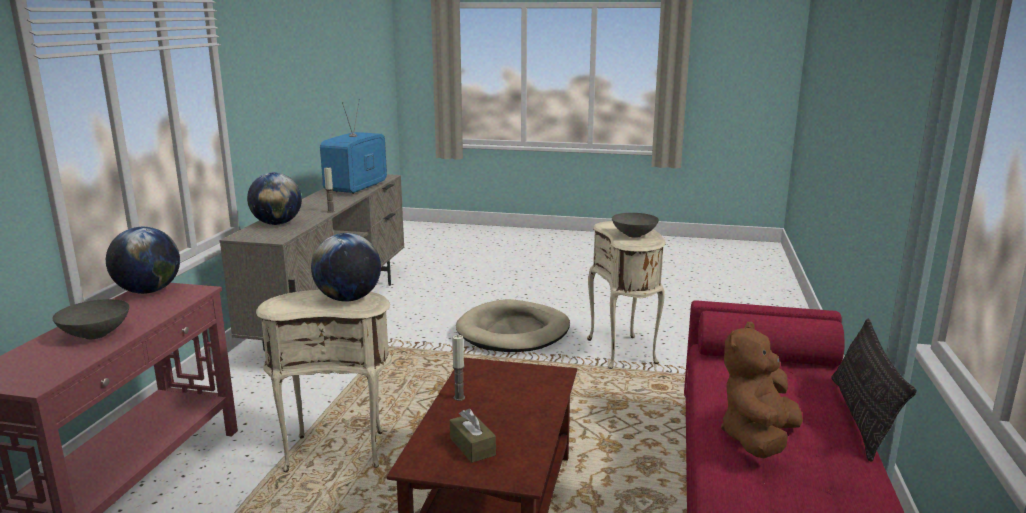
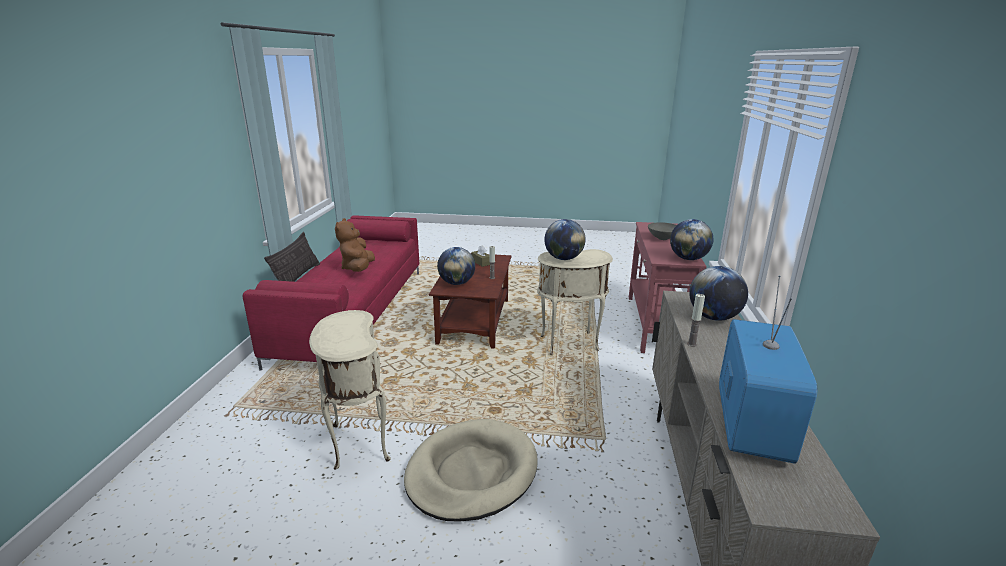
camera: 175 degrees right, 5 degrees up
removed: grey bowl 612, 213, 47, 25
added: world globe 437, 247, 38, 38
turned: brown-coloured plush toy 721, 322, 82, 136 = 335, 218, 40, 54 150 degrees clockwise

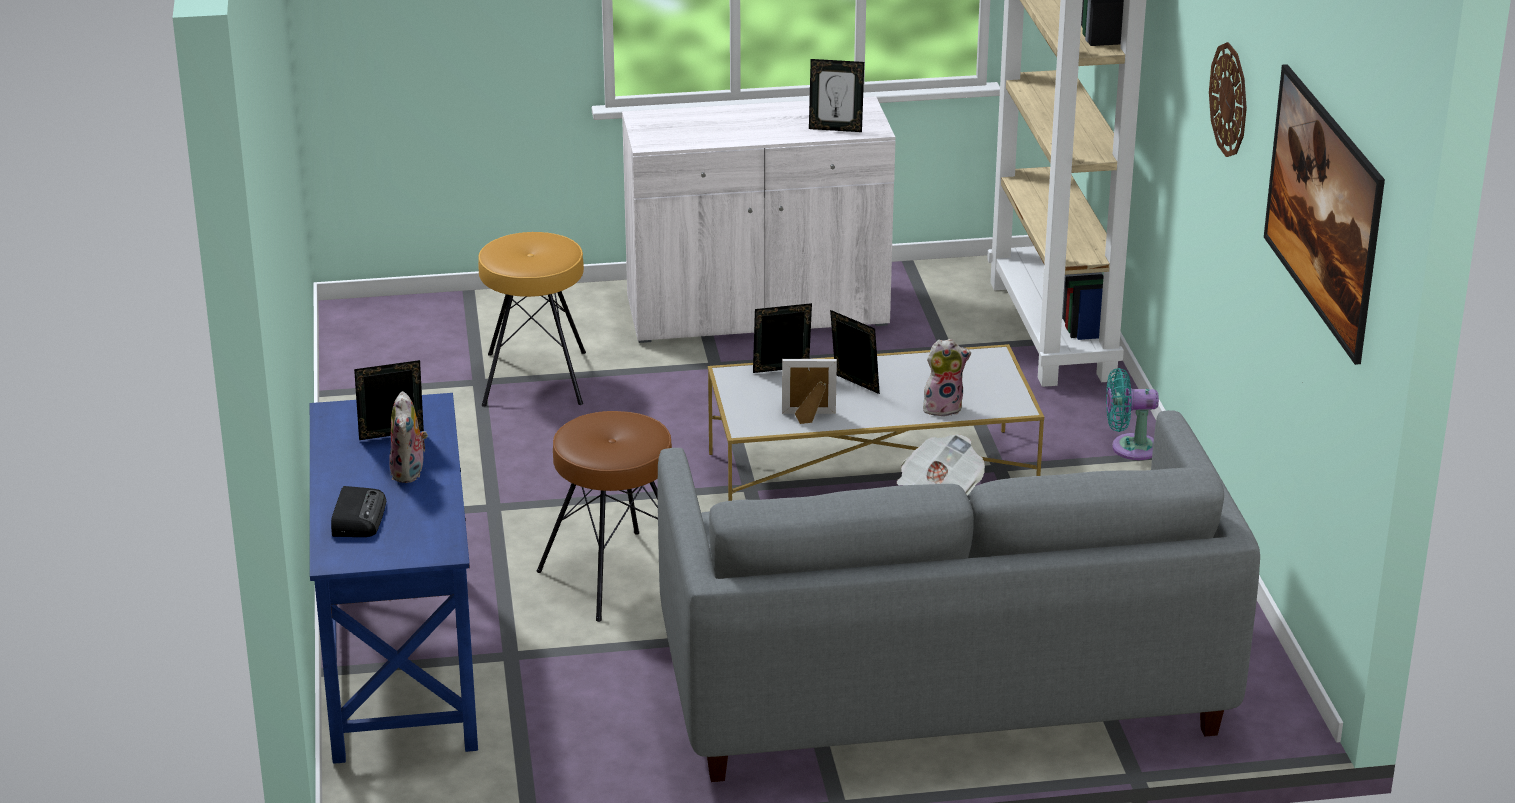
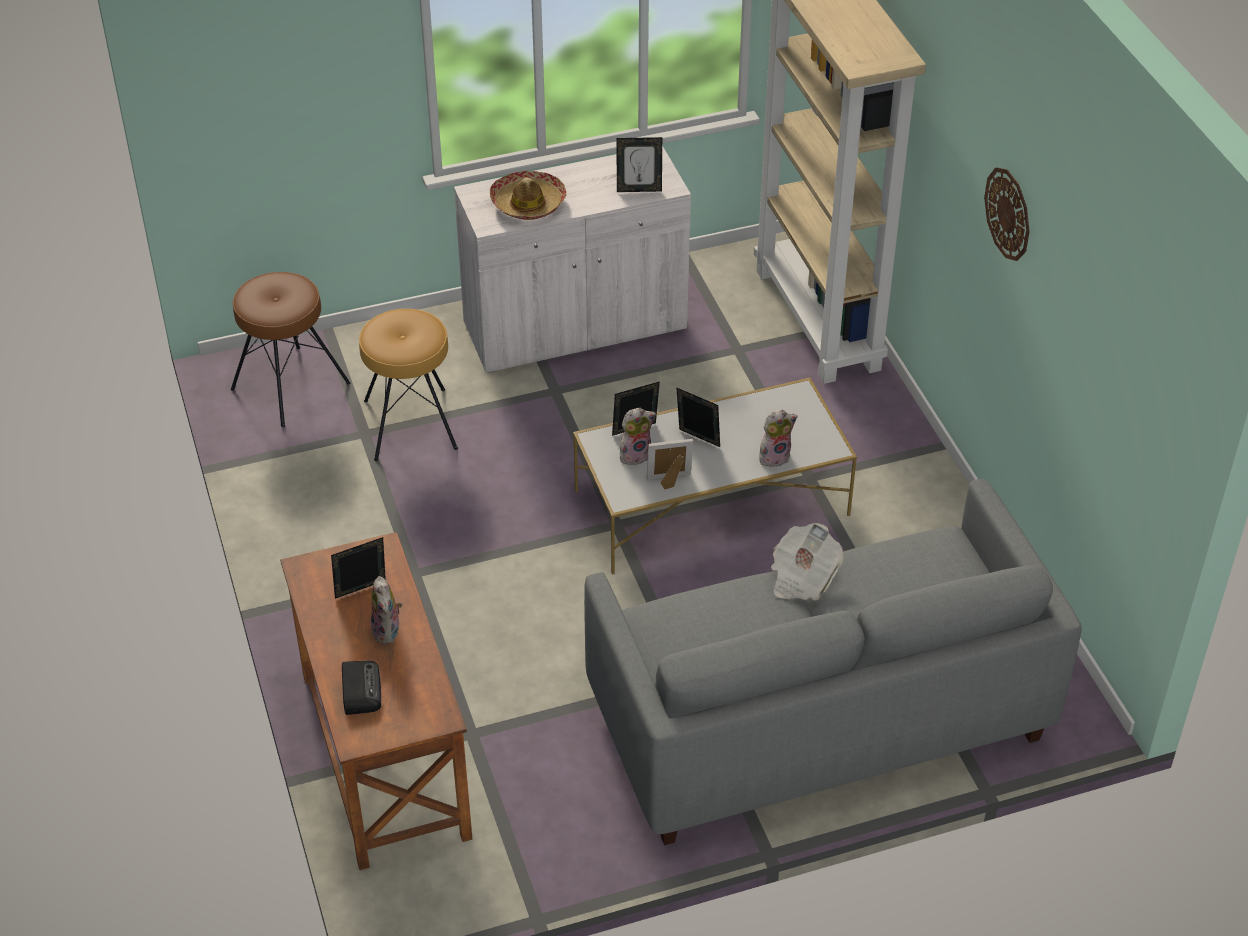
camera: 10 degrees left, 15 degrees up
removed: wall picture 1264, 64, 121, 301; blue-green electric fan 1106, 368, 53, 92
added: clothing hat 490, 171, 77, 49; plush toy 620, 408, 36, 58
moved: brown-coloured sitting stool 537, 411, 135, 211 to 231, 272, 119, 155
recoloured: bluish desk table 310, 393, 168, 371 to brown-coloured desk table 280, 532, 192, 338

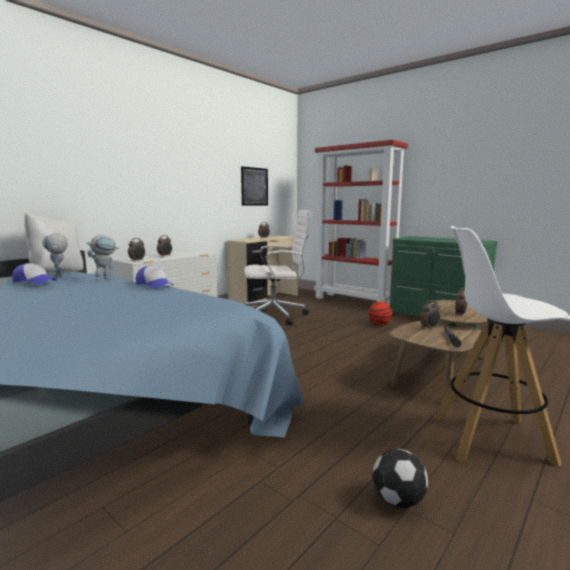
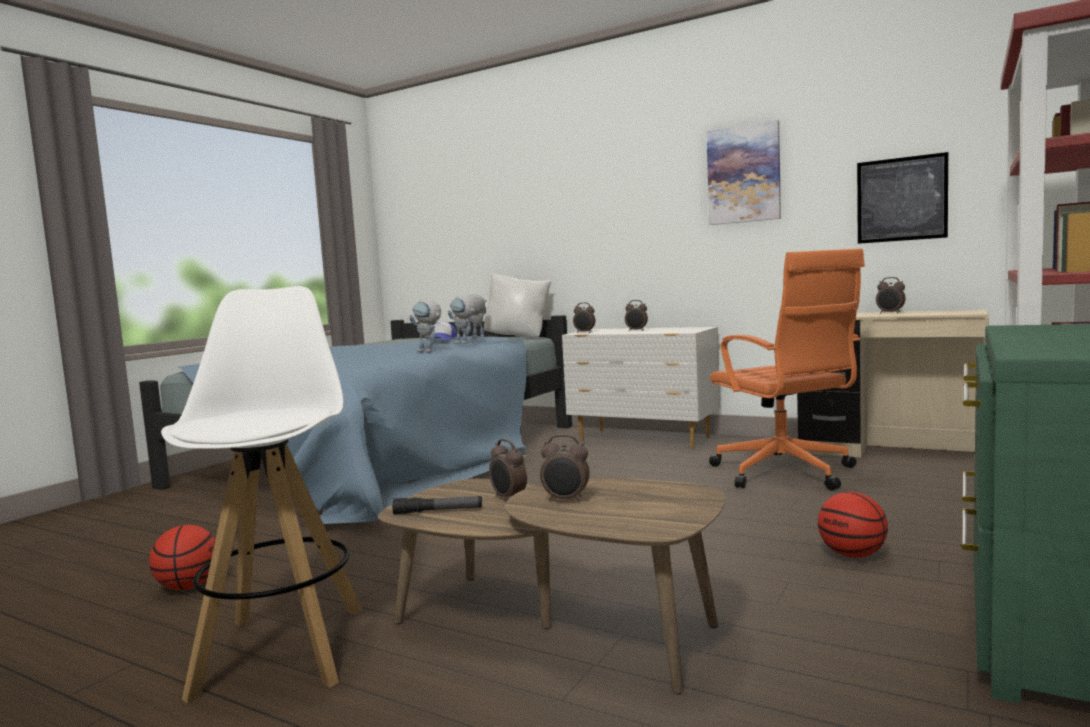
camera: 80 degrees right, 5 degrees down
added: wall picture 706, 120, 75, 105
replaced: cap 136, 266, 38, 23 to model robot 409, 299, 32, 53; football 372, 449, 56, 59 to basketball 149, 525, 67, 65
recoloured: whitish desk chair 244, 210, 67, 115 to orange-coloured desk chair 709, 249, 156, 241

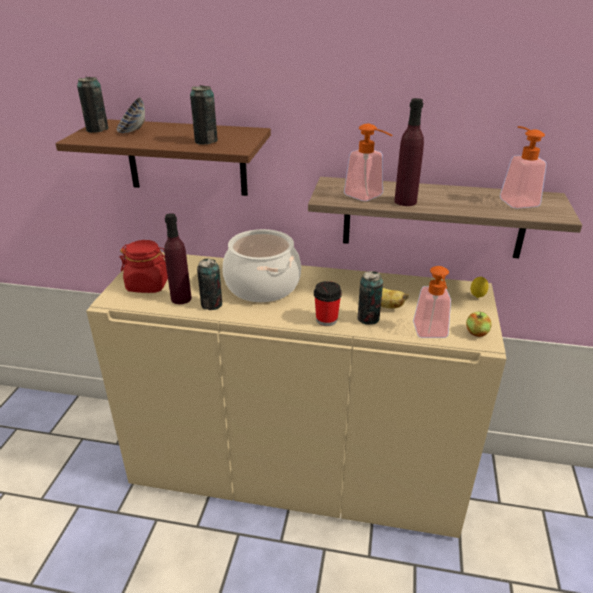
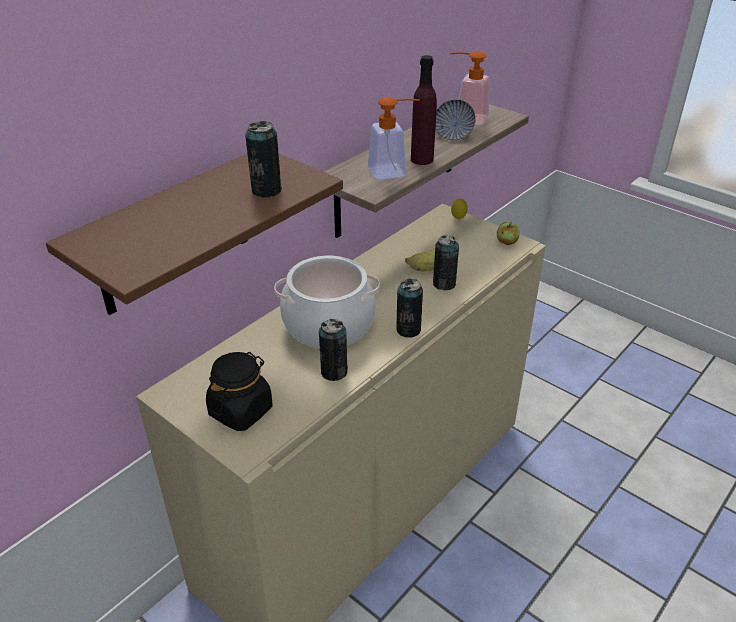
camera: 60 degrees left, 5 degrees up
removed: purple-coloured beverage bottle 164, 213, 28, 91; soap dispenser 413, 266, 38, 72; cup 314, 281, 28, 45
moved: can 77, 77, 31, 56 to 396, 279, 27, 59; bowl 117, 97, 28, 36 to 435, 99, 41, 41
recoloured: red storage jar 120, 240, 48, 53 to blackish storage jar 206, 352, 67, 79

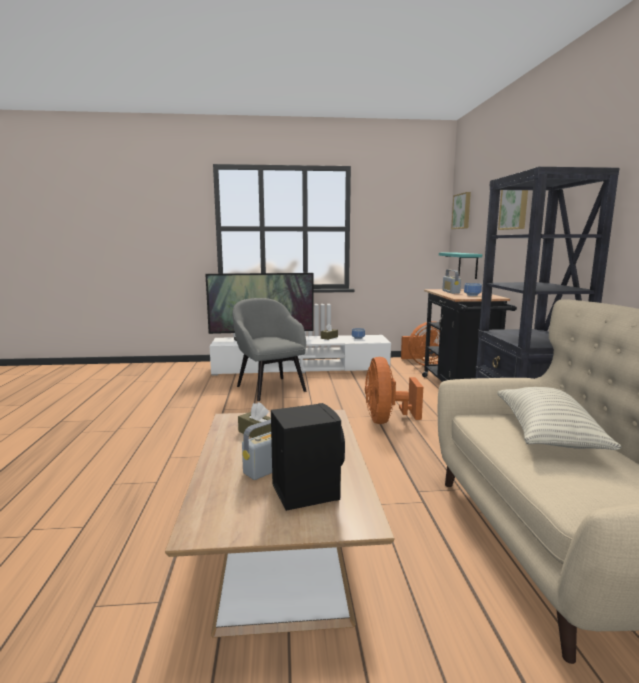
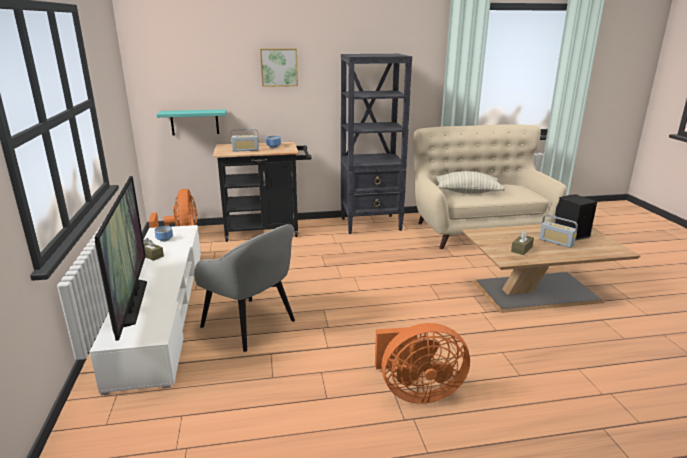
camera: 95 degrees left, 10 degrees up
removed: wall picture 451, 192, 20, 37
moved: orange-coloured electric fan 365, 357, 58, 67 to 375, 323, 95, 81
turned: grey armchair 232, 298, 74, 103 = 194, 224, 101, 128 105 degrees counterclockwise

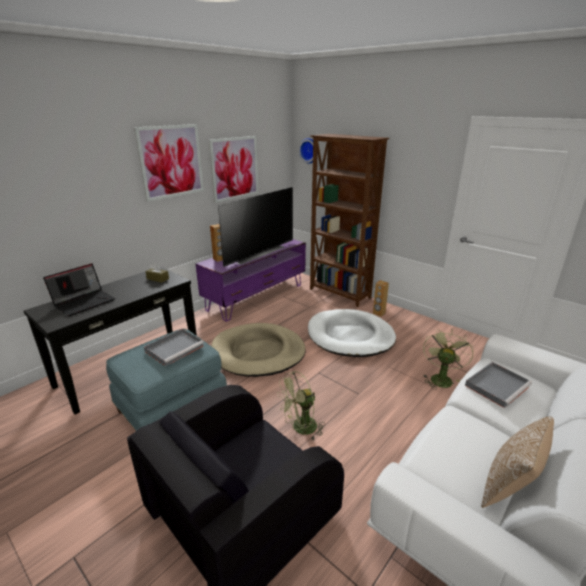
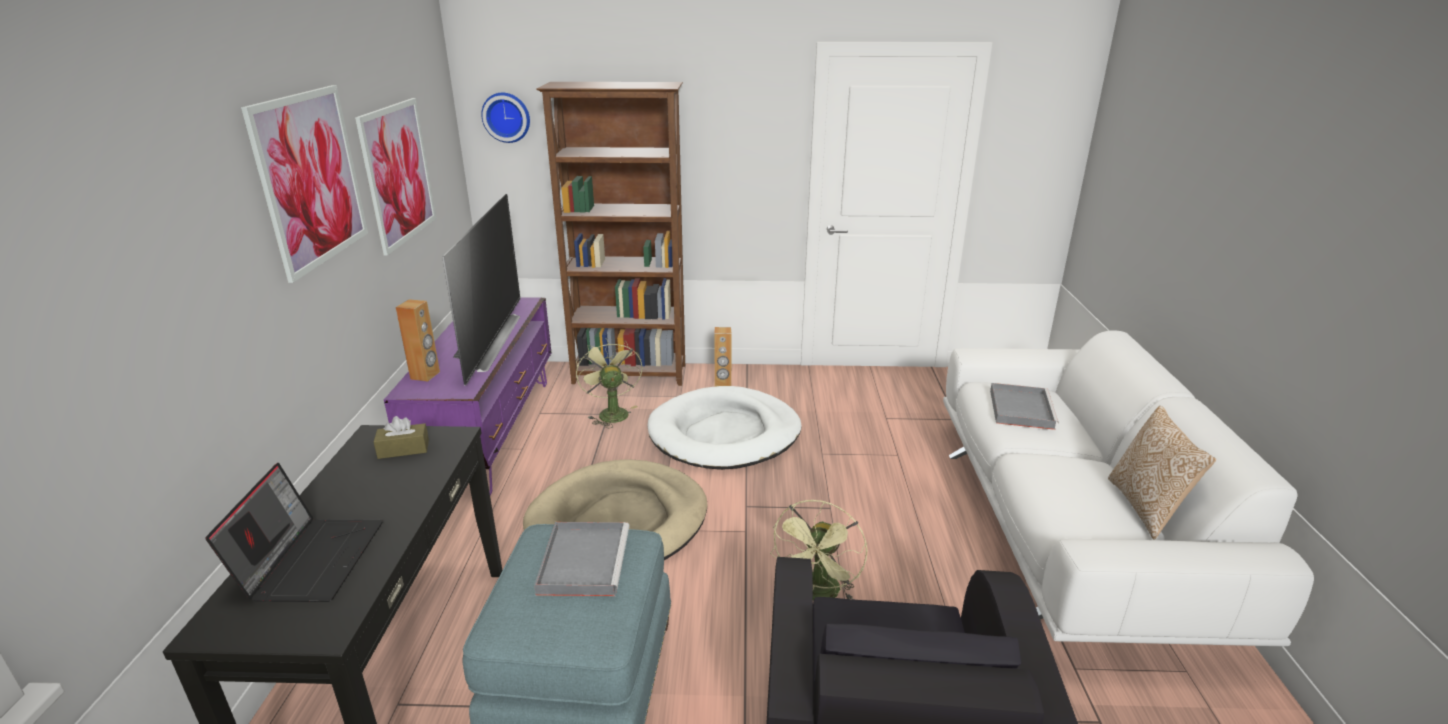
camera: 40 degrees left, 0 degrees up
moved: green-coloured electric fan 423, 331, 50, 59 to 576, 338, 67, 90

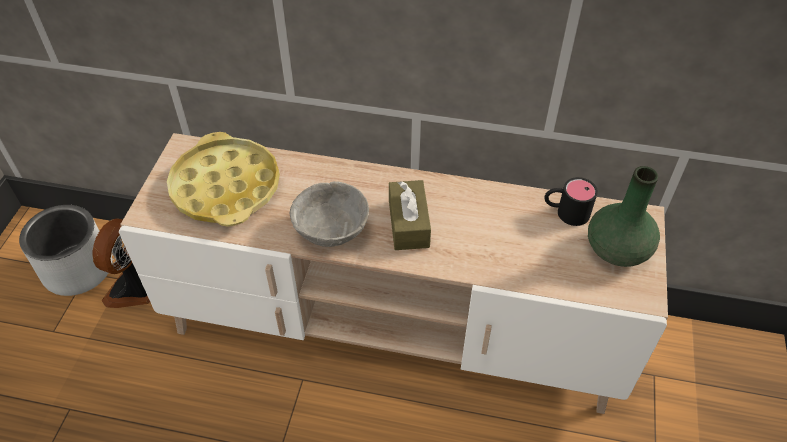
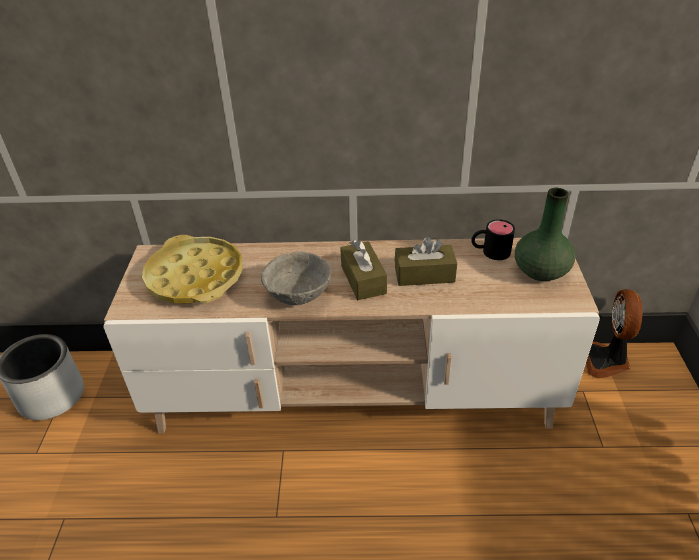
camera: 10 degrees left, 10 degrees down
added: brown-coloured box of tissues 395, 237, 62, 49
moved: electric fan 92, 219, 58, 89 to 586, 289, 56, 89

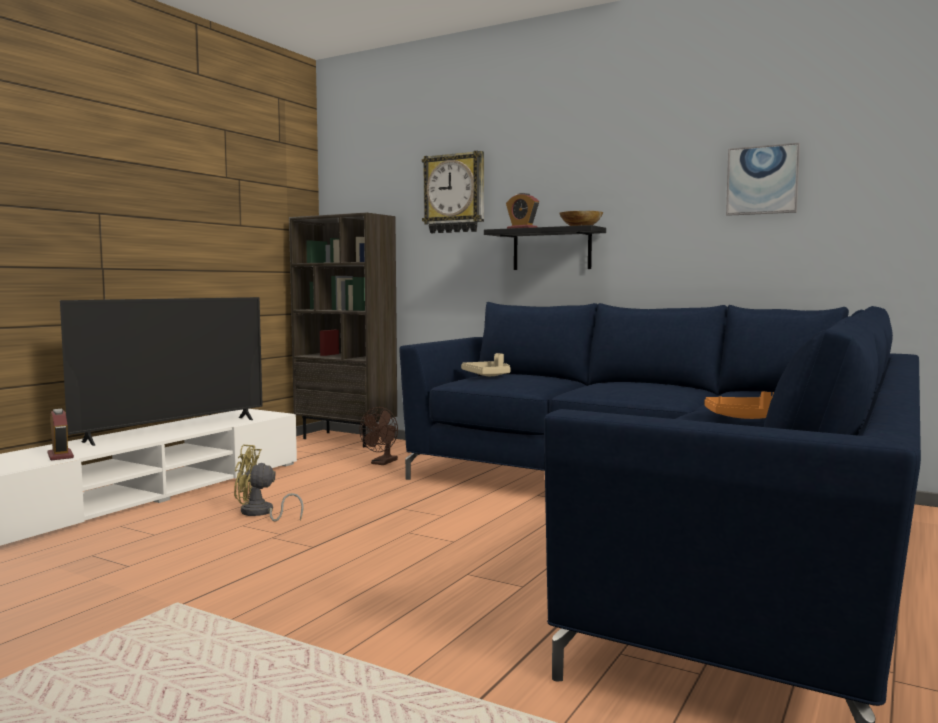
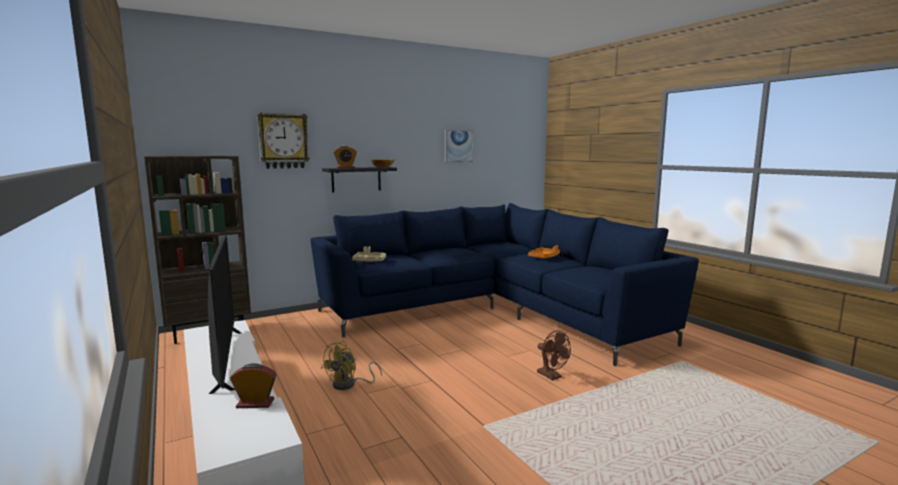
camera: 60 degrees left, 5 degrees up
moved: brown-coloured electric fan 360, 407, 38, 58 to 537, 330, 34, 50

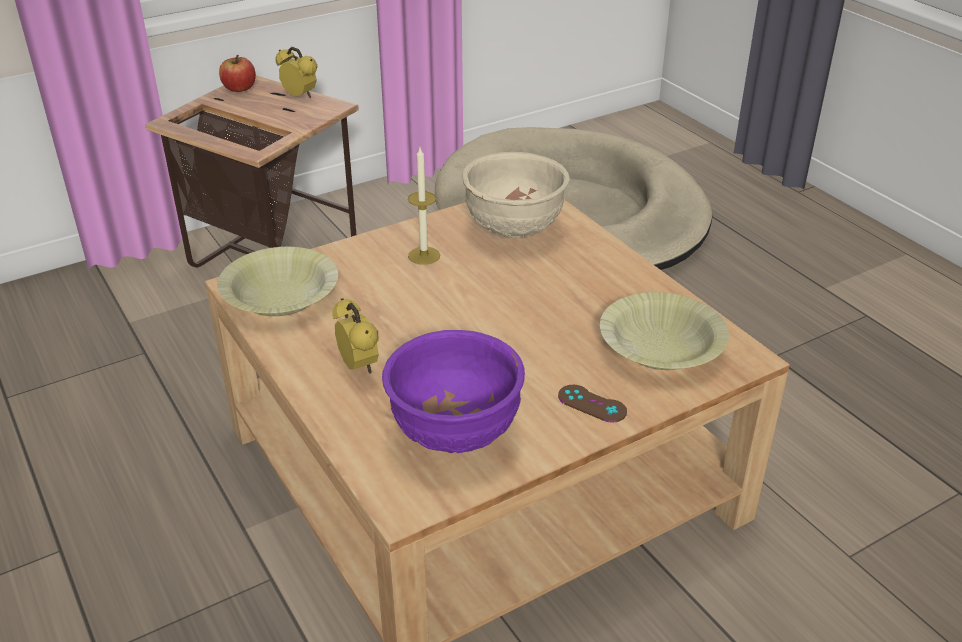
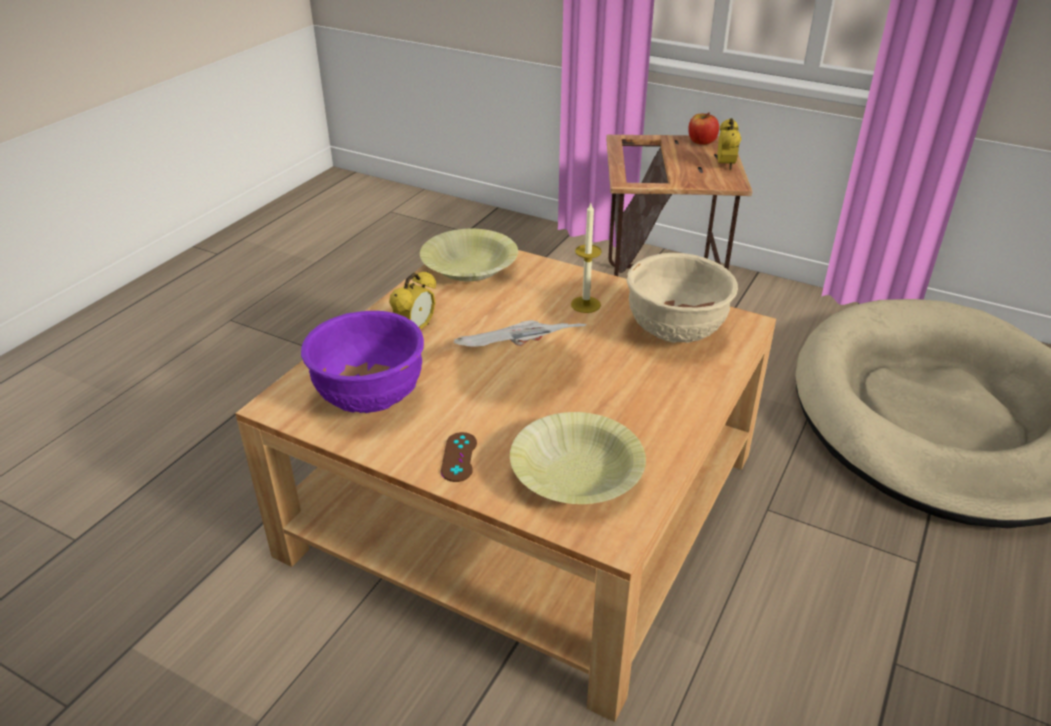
camera: 60 degrees right, 0 degrees up
added: daily paper 453, 320, 133, 27

